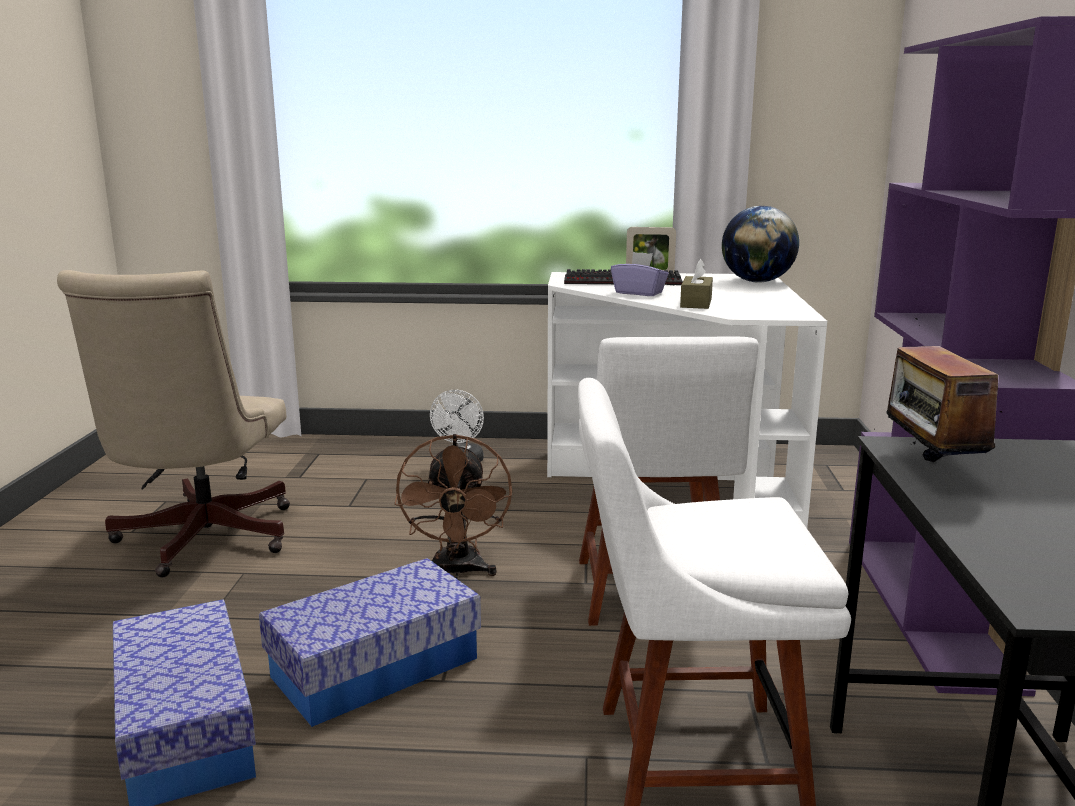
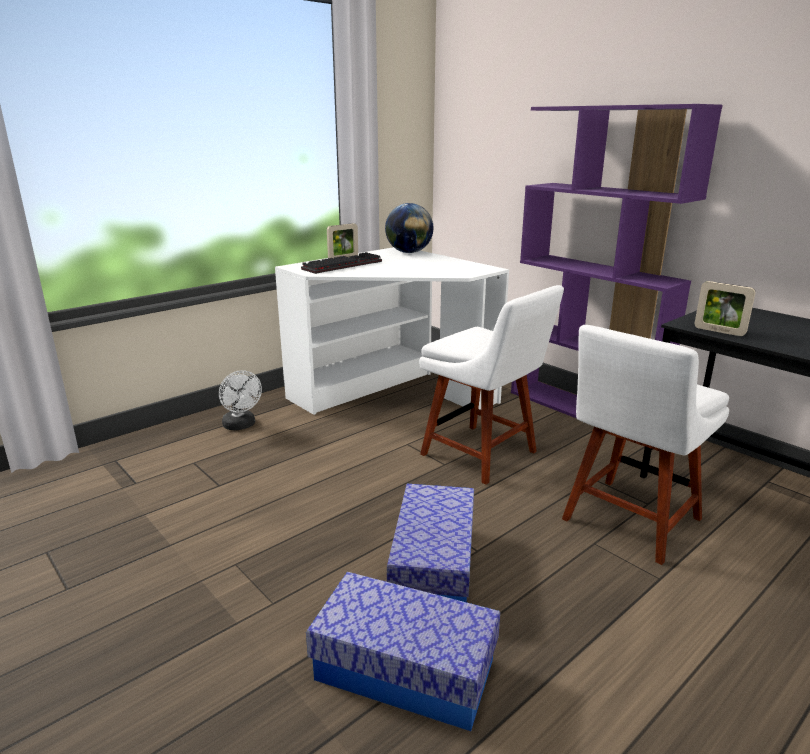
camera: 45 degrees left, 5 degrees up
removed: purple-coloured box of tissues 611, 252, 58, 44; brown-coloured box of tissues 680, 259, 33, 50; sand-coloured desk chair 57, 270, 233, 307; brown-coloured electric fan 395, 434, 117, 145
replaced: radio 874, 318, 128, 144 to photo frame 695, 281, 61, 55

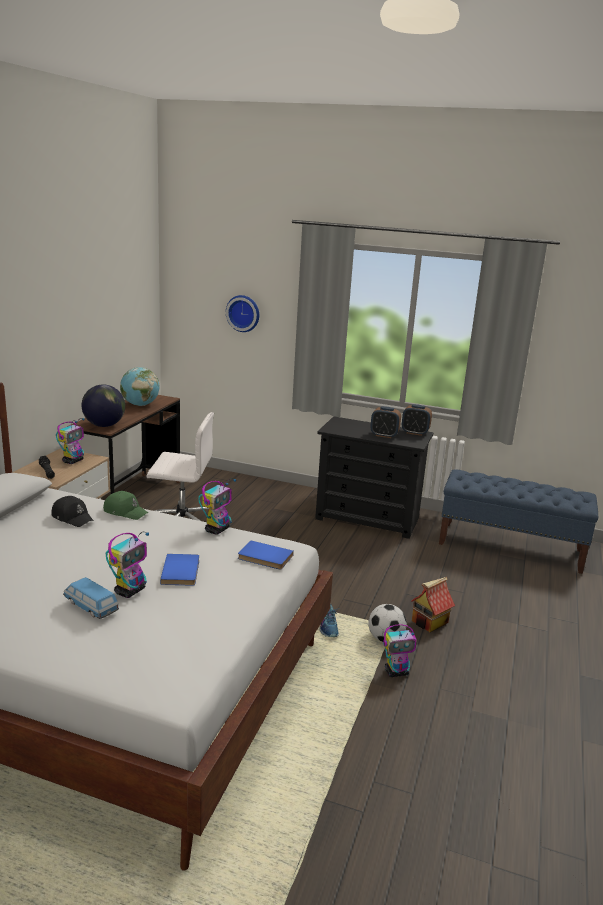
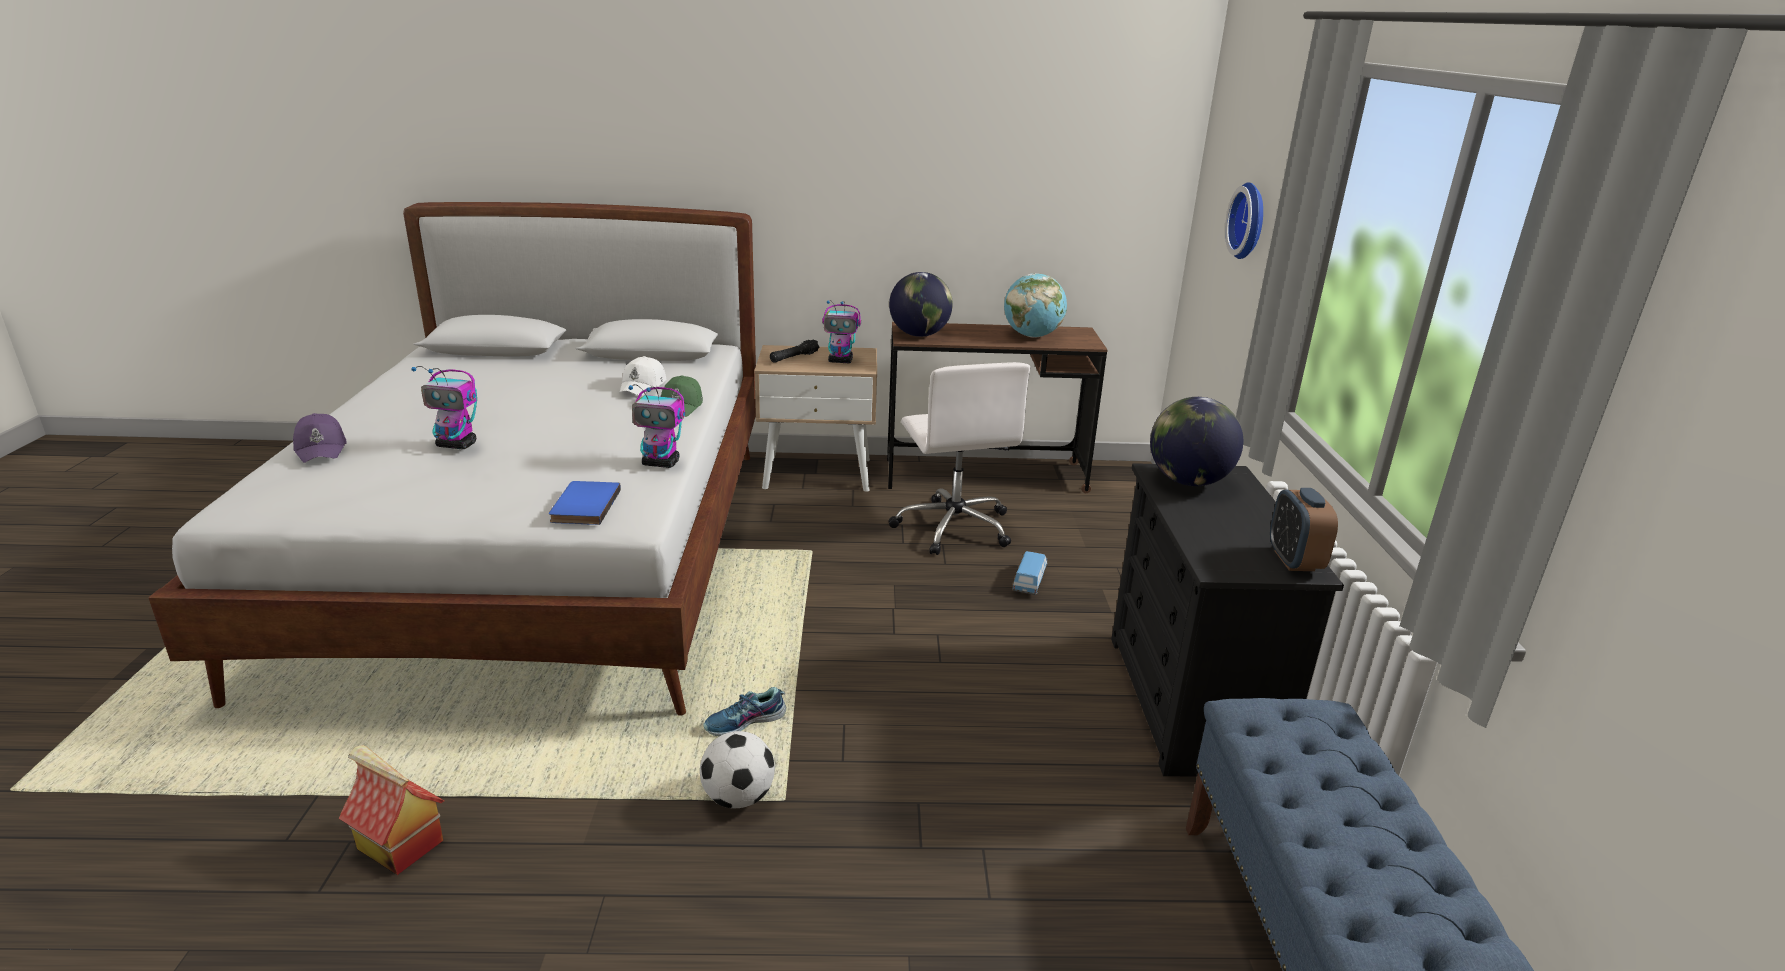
camera: 70 degrees right, 5 degrees up
removed: alarm clock 370, 406, 31, 32; bluish book 160, 554, 39, 32; model robot 383, 624, 34, 53
added: world globe 1150, 397, 93, 89; purple-coloured cap 293, 413, 54, 50
moved: miniature car 63, 577, 56, 42 to 1012, 551, 36, 44; model house 411, 577, 44, 55 to 339, 745, 106, 130
recoloured: blackish cap 51, 496, 43, 31 to whitish cap 619, 356, 47, 40

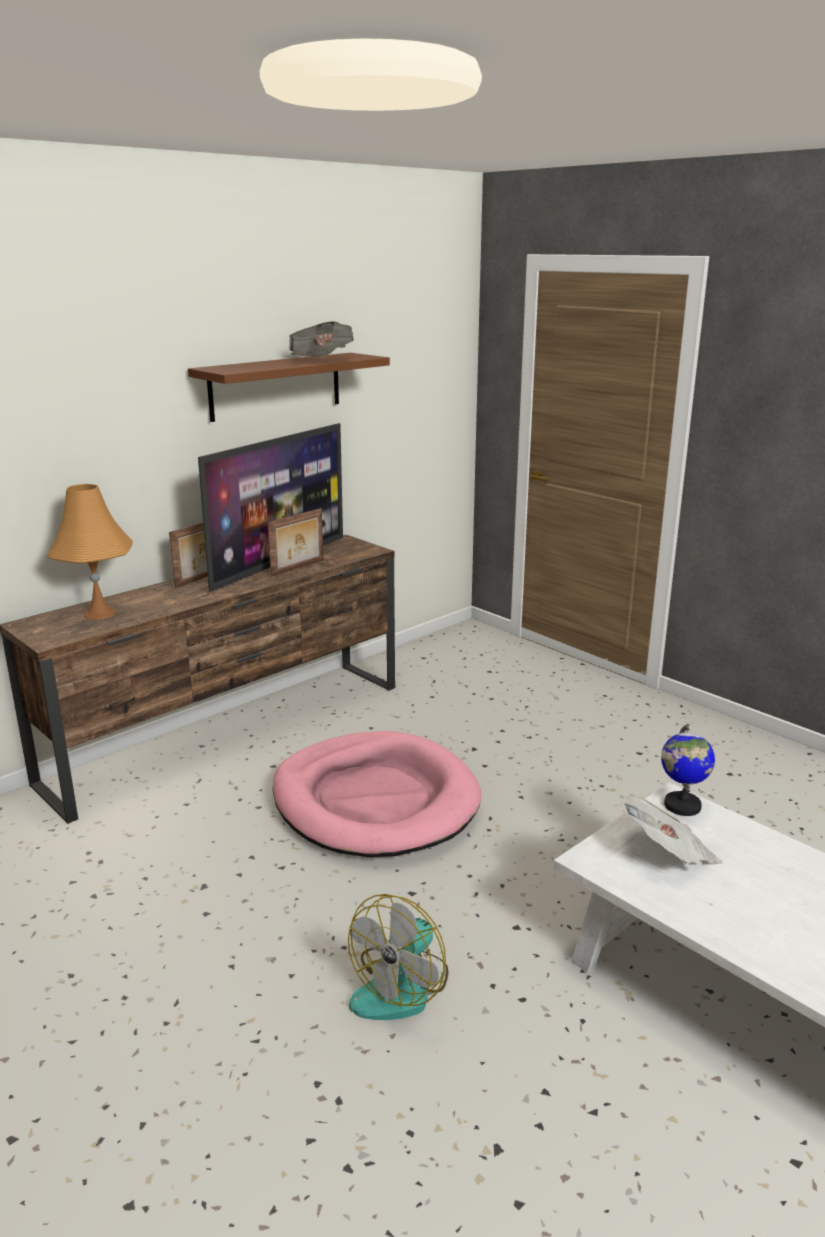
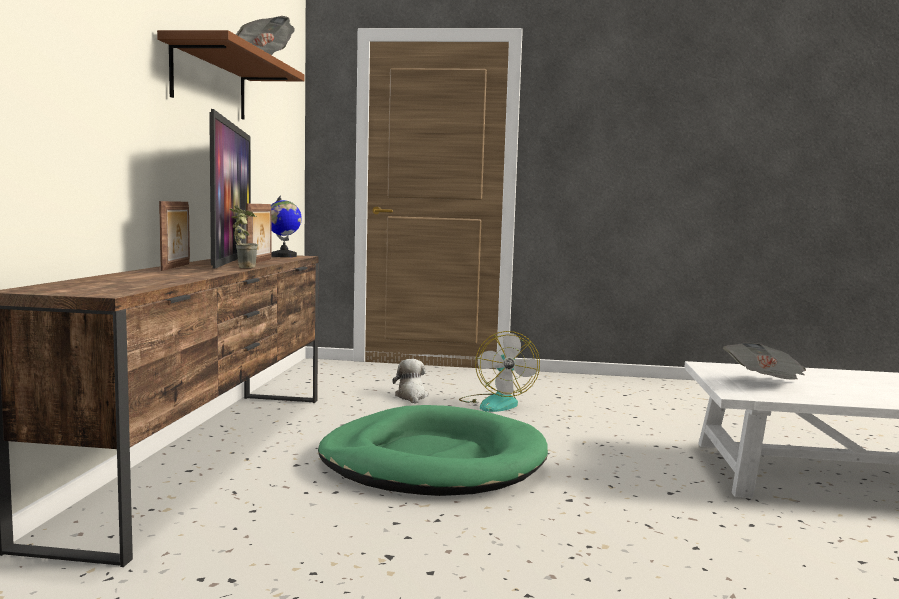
camera: 40 degrees left, 15 degrees down
removed: orange-coloured tabletop lamp 46, 484, 87, 136
added: houseplant 230, 205, 28, 63; plush toy 392, 359, 37, 45
moved: world globe 661, 724, 54, 92 to 271, 196, 31, 61; electric fan 348, 894, 101, 126 to 459, 331, 81, 81
recoloured: pink dog bed 272, 731, 209, 126 to green-coloured dog bed 318, 405, 230, 91

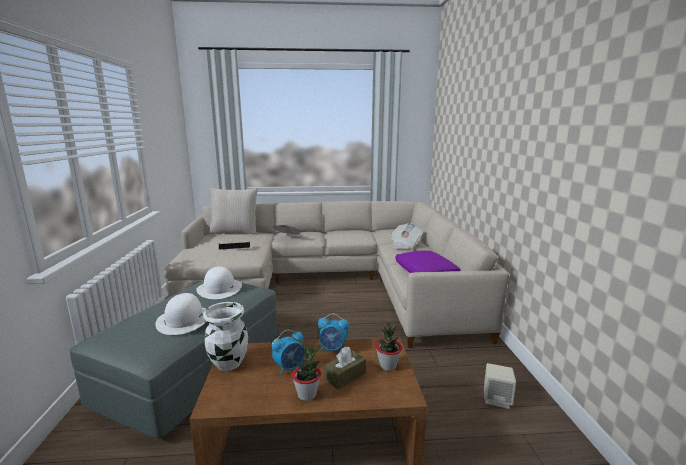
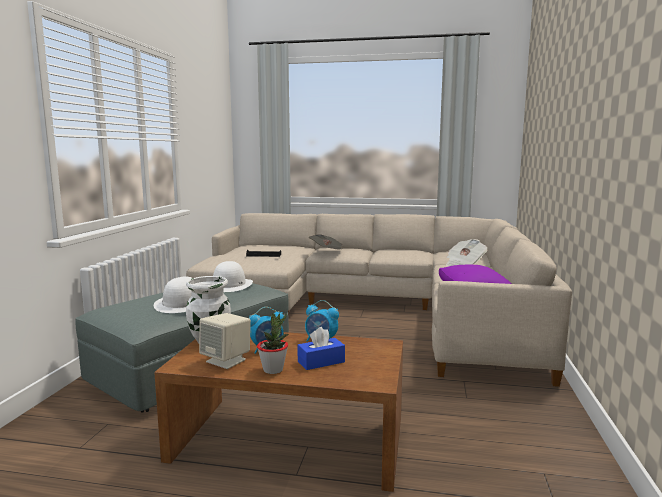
camera: 15 degrees right, 5 degrees down
removed: sand-coloured cushion 208, 188, 50, 47; houseplant 376, 322, 26, 49
moved: sand-coloured loudspeaker 484, 363, 32, 46 to 199, 313, 52, 56
recoloured: brown-coloured box of tissues 324, 347, 42, 43 to bluish box of tissues 297, 327, 48, 43

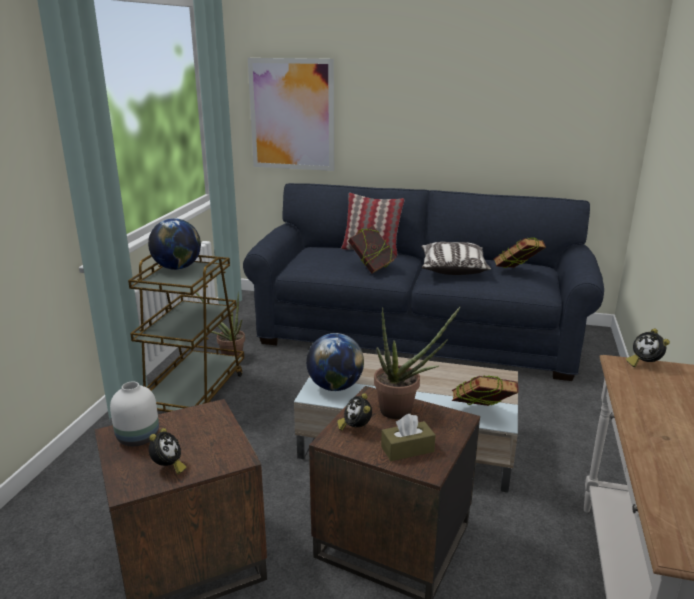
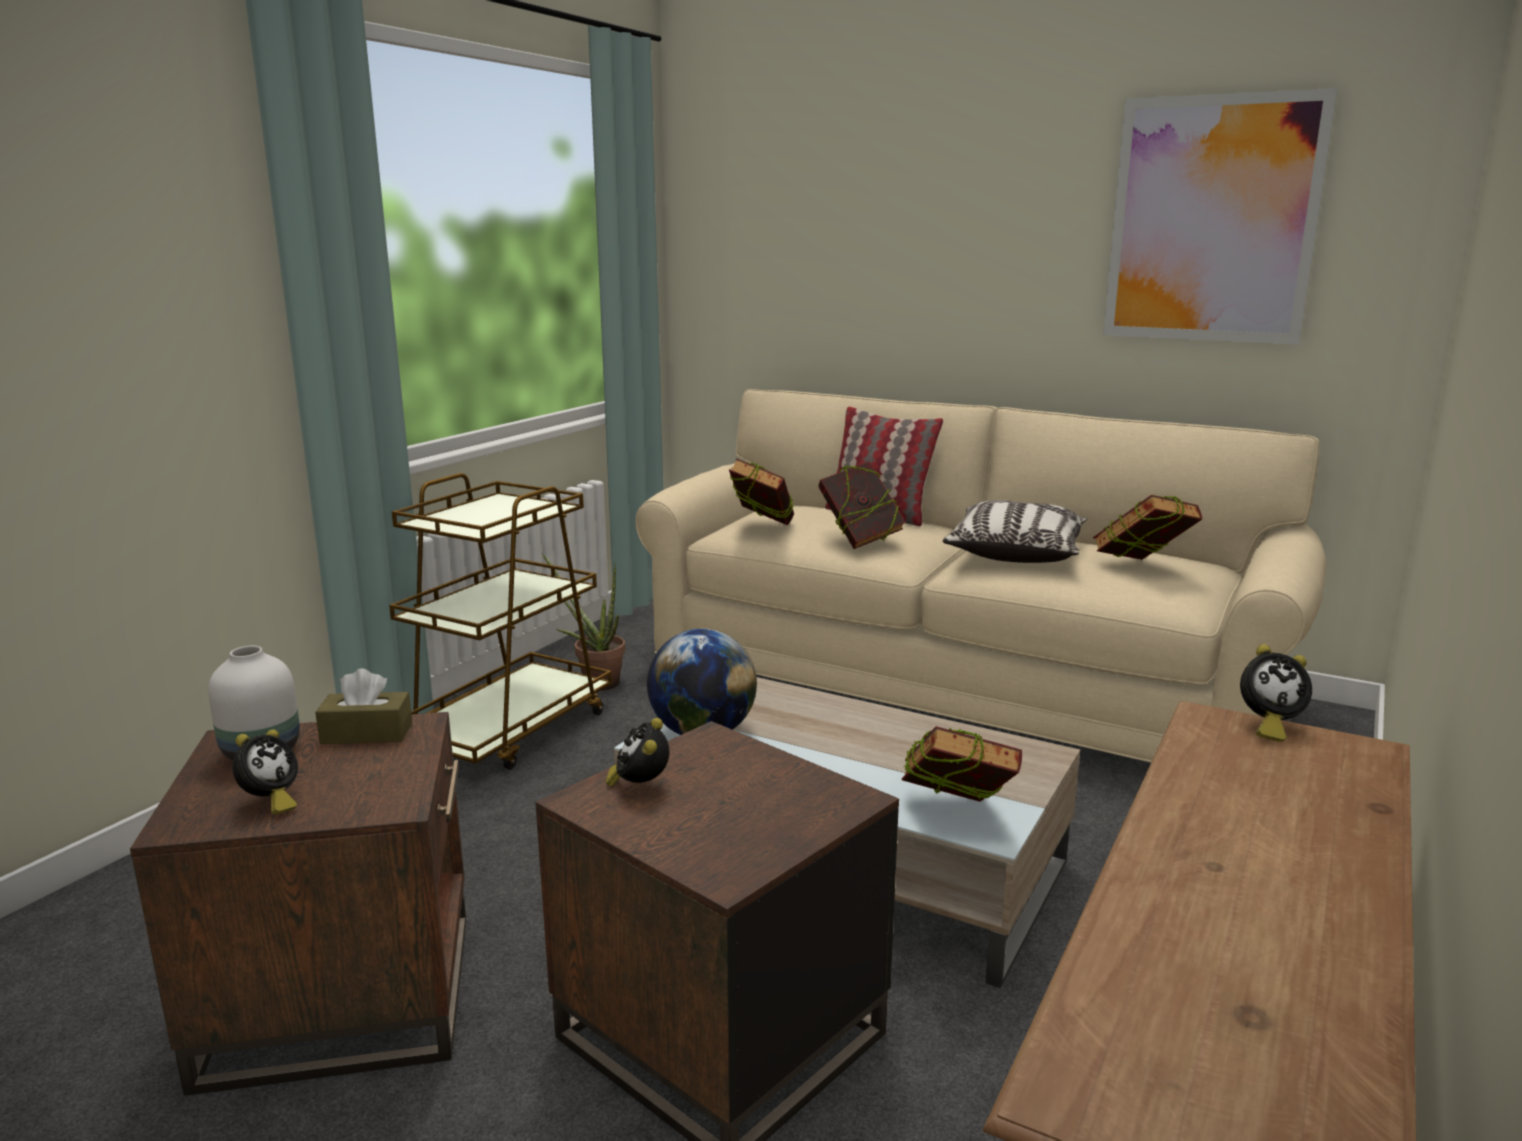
camera: 15 degrees right, 5 degrees down
removed: world globe 148, 218, 53, 52; houseplant 374, 307, 86, 112
added: book 729, 458, 65, 67
moved: wall picture 248, 58, 86, 113 to 1103, 88, 235, 257; brown-coloured box of tissues 381, 414, 55, 47 to 315, 668, 97, 76
recoloured: bluish sofa 243, 183, 361, 198 to sand-coloured sofa 635, 389, 691, 374
turned: alarm clock 626, 328, 44, 39 = 1240, 644, 72, 98 75 degrees counterclockwise

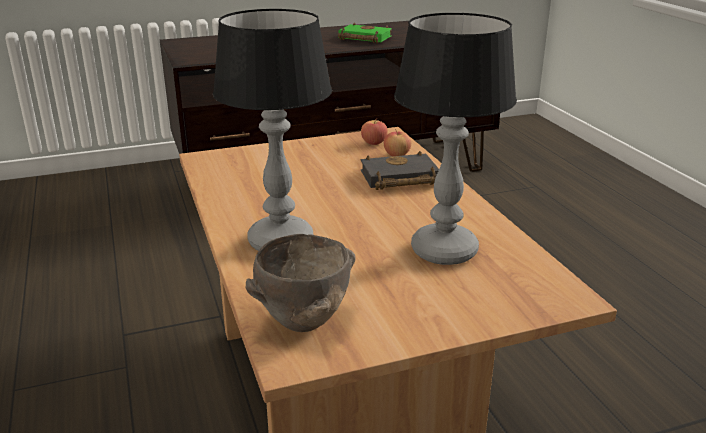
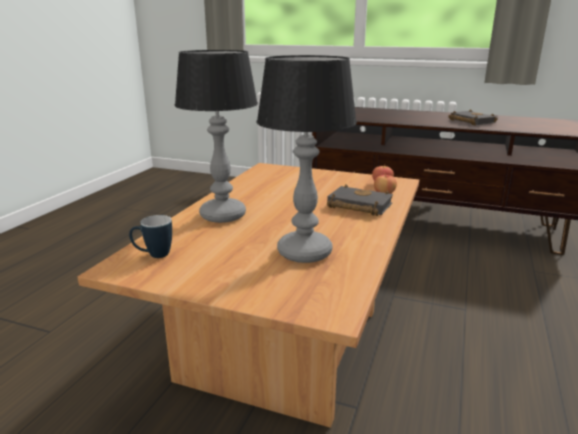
camera: 40 degrees right, 5 degrees down
replaced: brown-coloured bowl 246, 234, 110, 98 to coffee mug 129, 215, 43, 43
recoloured: green-coloured book 338, 22, 54, 21 to blackish book 448, 109, 50, 17

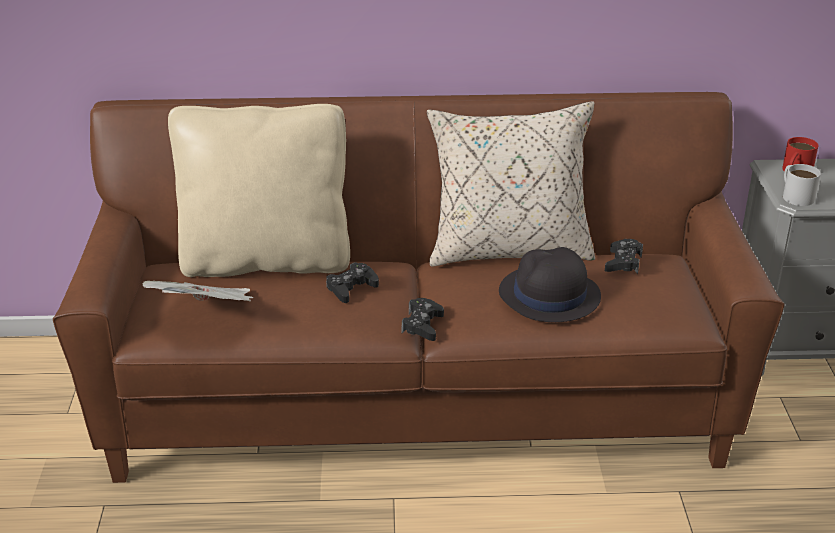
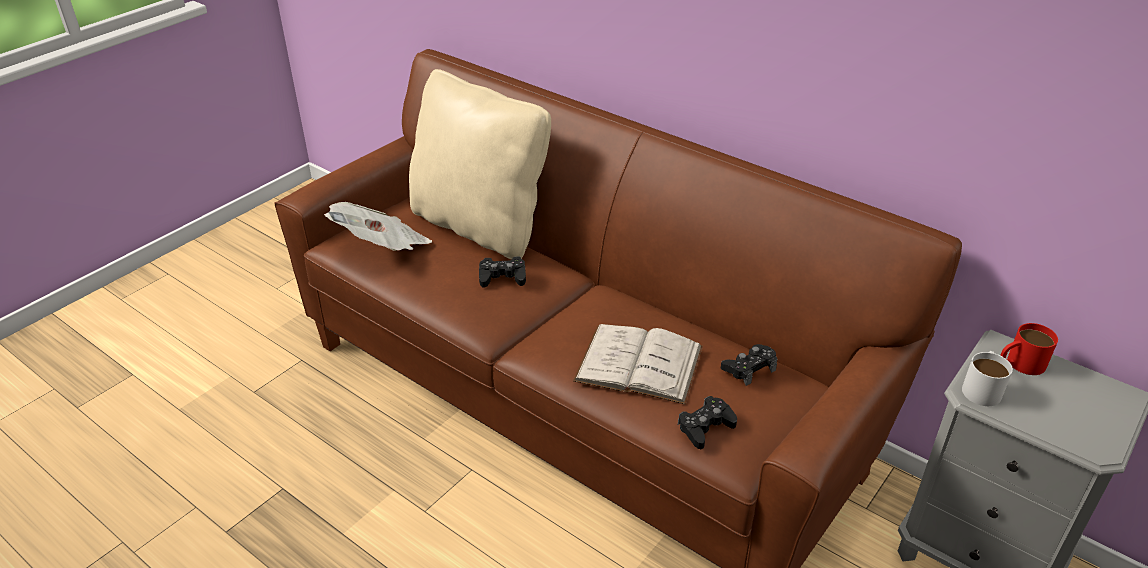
camera: 40 degrees right, 5 degrees up
removed: sand-coloured cushion 427, 101, 168, 165
moved: blackish joypad 402, 298, 42, 43 to 678, 396, 59, 53
replaced: blackish clothing hat 499, 247, 102, 75 to whitish book 573, 324, 130, 81

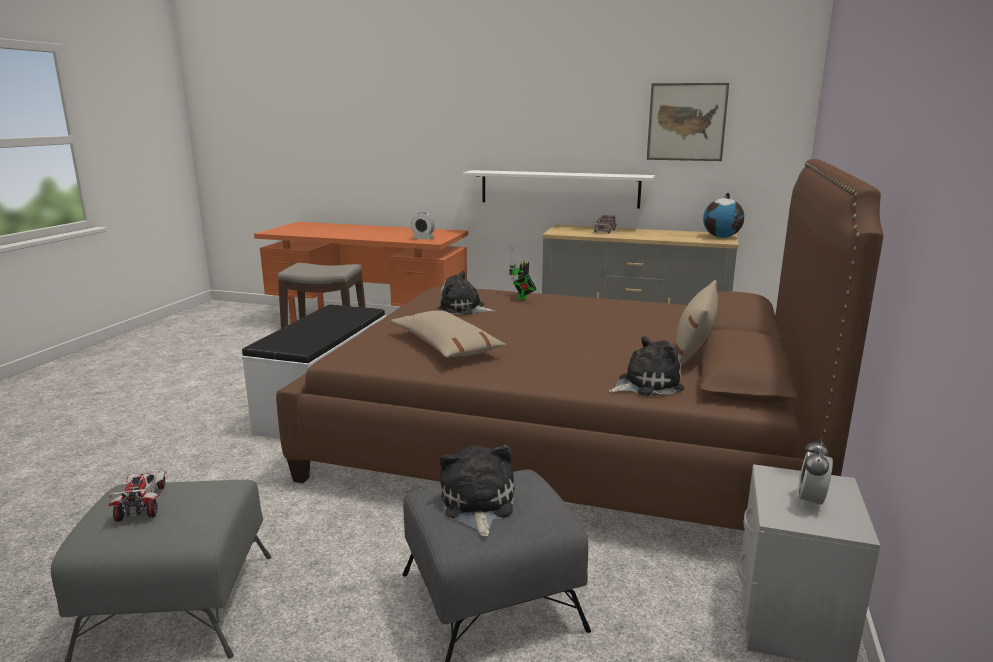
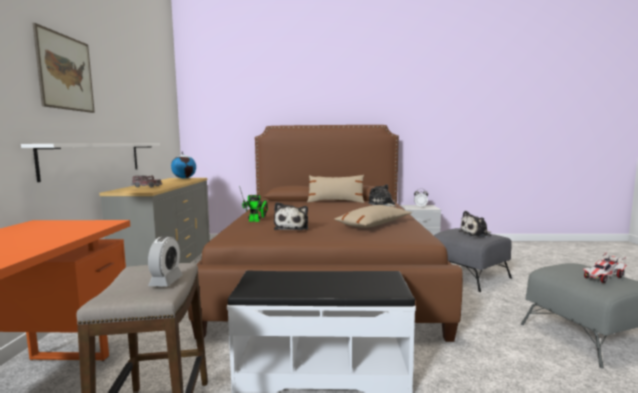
camera: 105 degrees left, 10 degrees down
moved: wall picture 647, 83, 82, 78 to 33, 23, 62, 90; alarm clock 411, 213, 24, 27 to 148, 236, 35, 51

